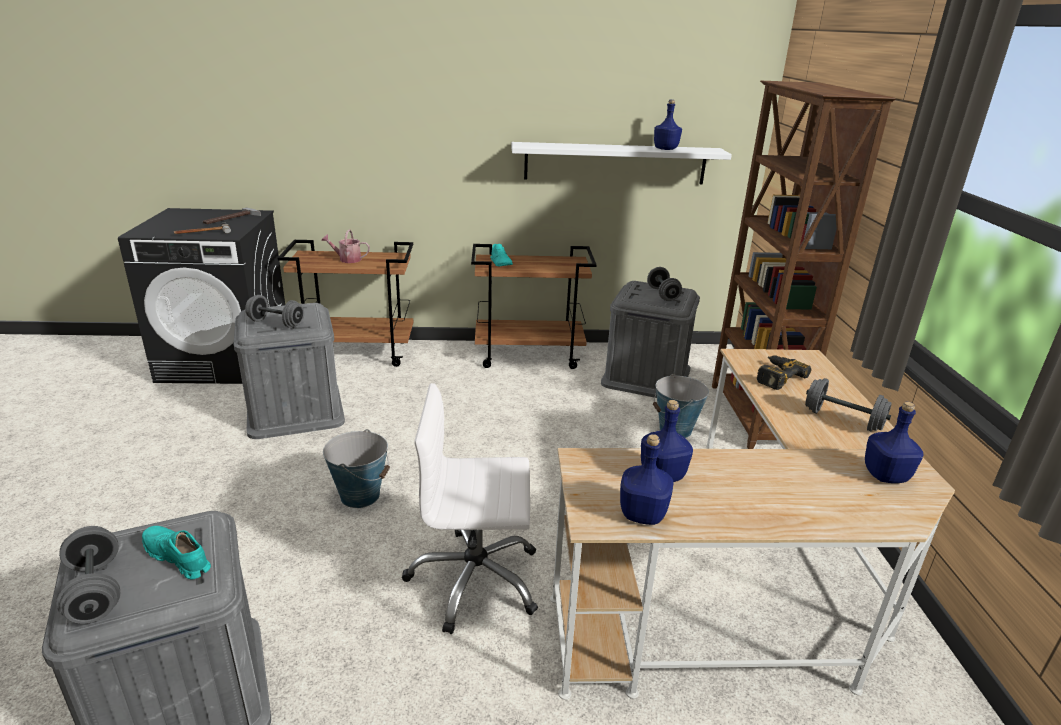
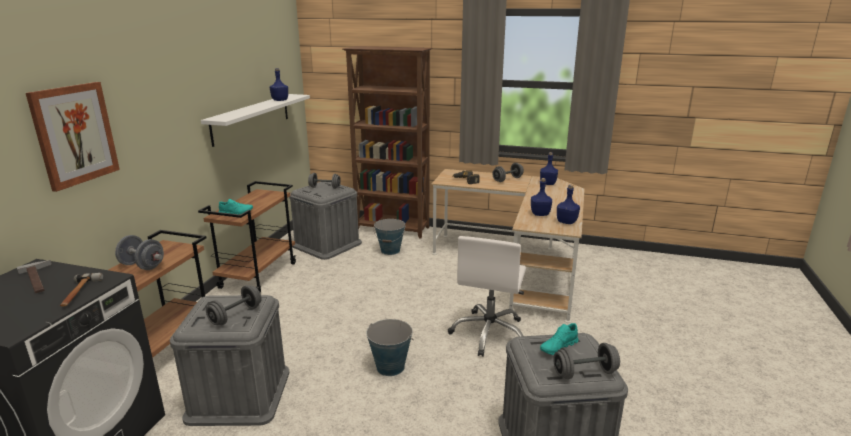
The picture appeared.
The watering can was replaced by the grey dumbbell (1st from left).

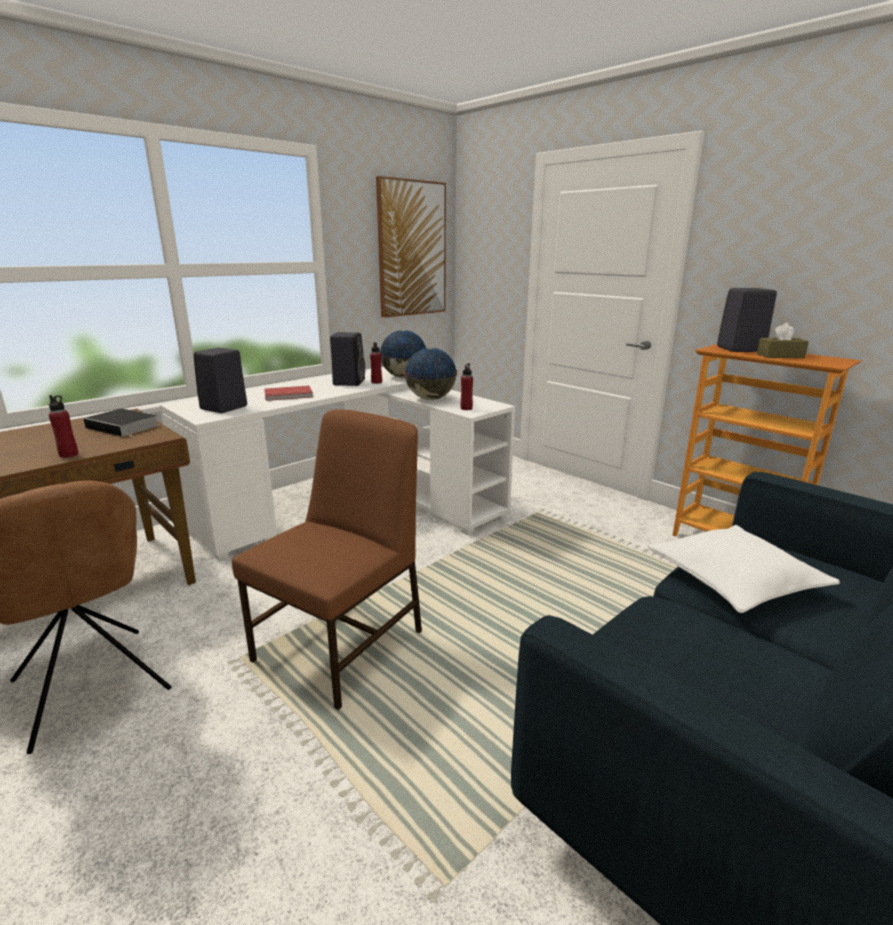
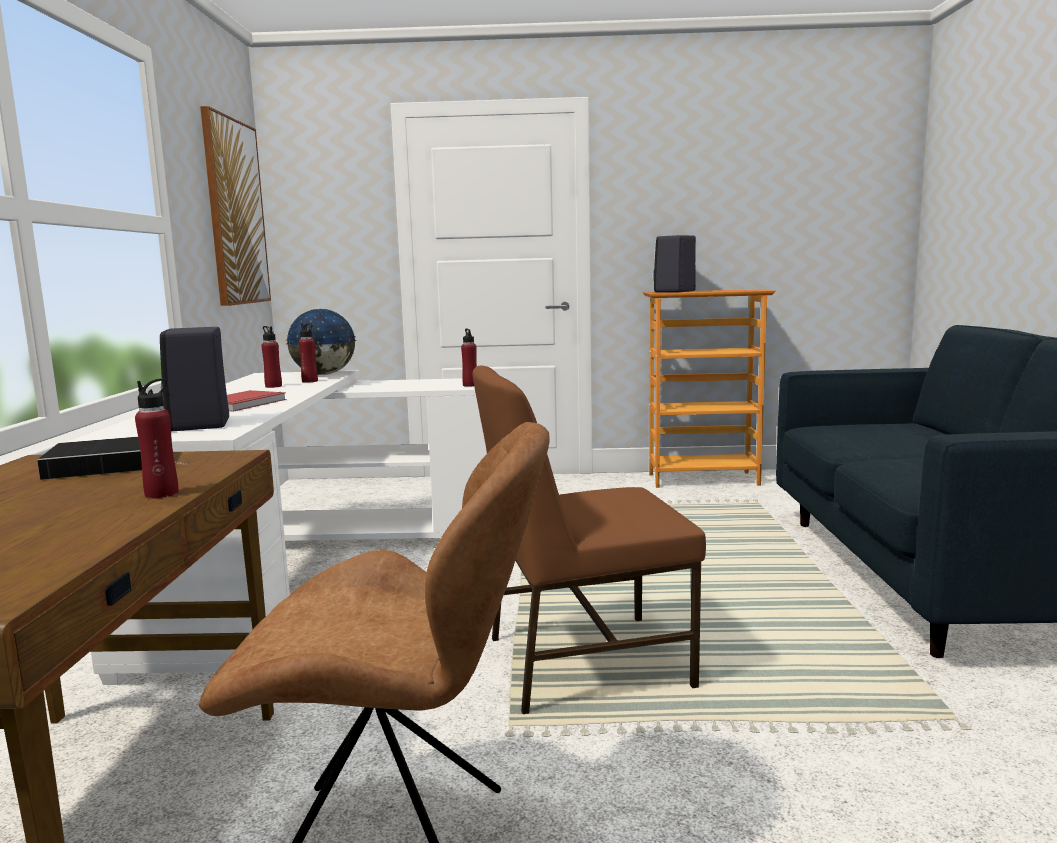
The black speaker (2nd from left) was replaced by the red bottle (2nd from left).
The brown chair (2nd from left) turned 90 degrees counterclockwise.
The globe (2nd from left) disappeared.
The white pillow disappeared.
The brown tissue box disappeared.

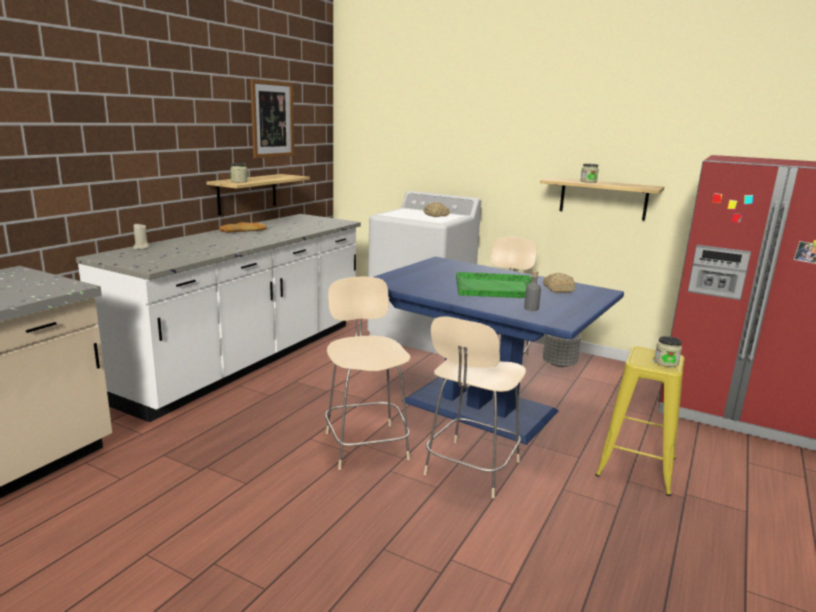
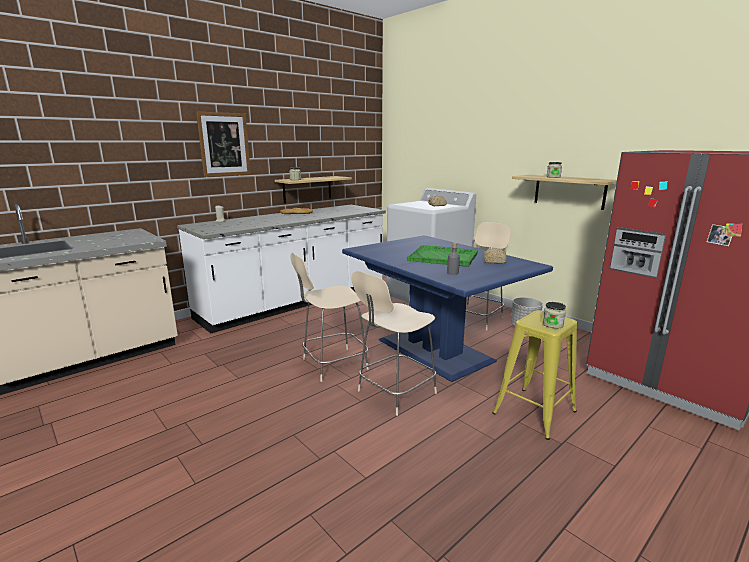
The picture moved.
The beige chair (1st from left) turned 120 degrees counterclockwise.

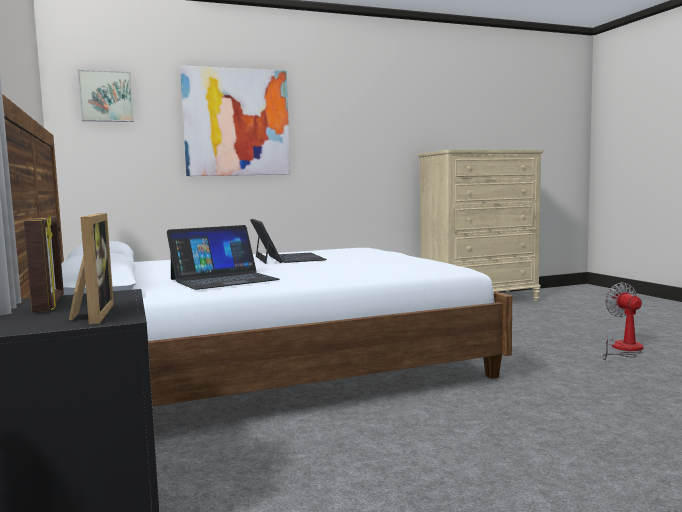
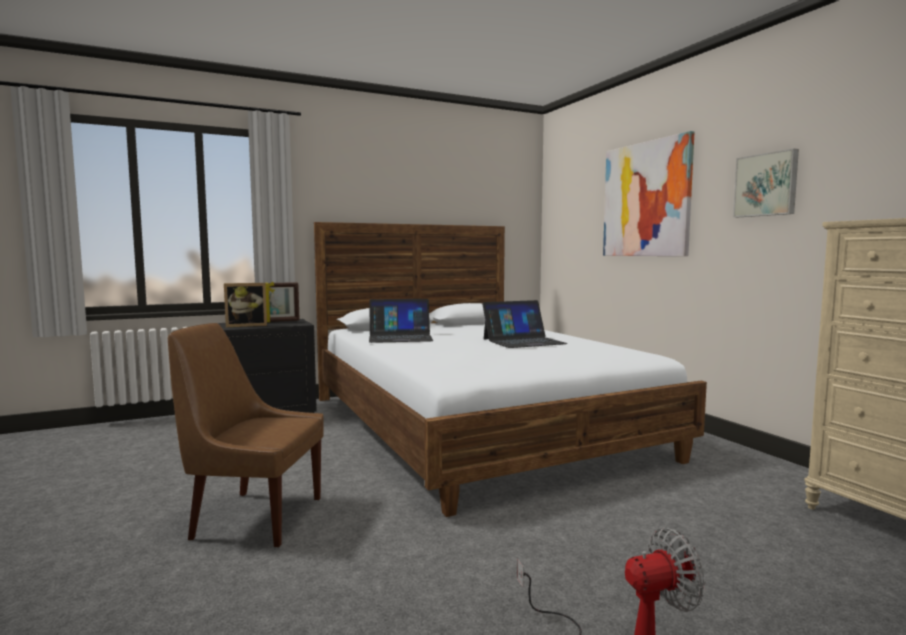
The brown chair appeared.
The laptop (1st from left) turned 60 degrees counterclockwise.
The picture (1st from left in the first image) moved.

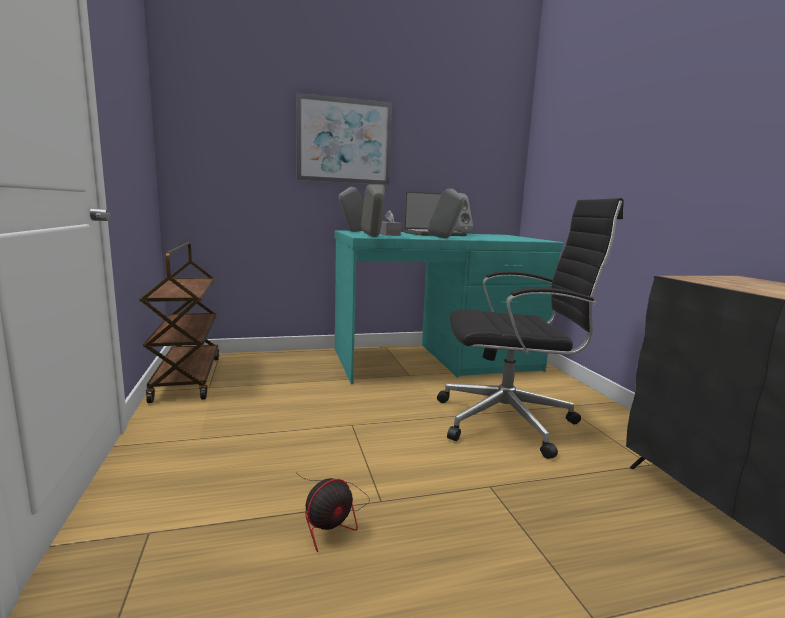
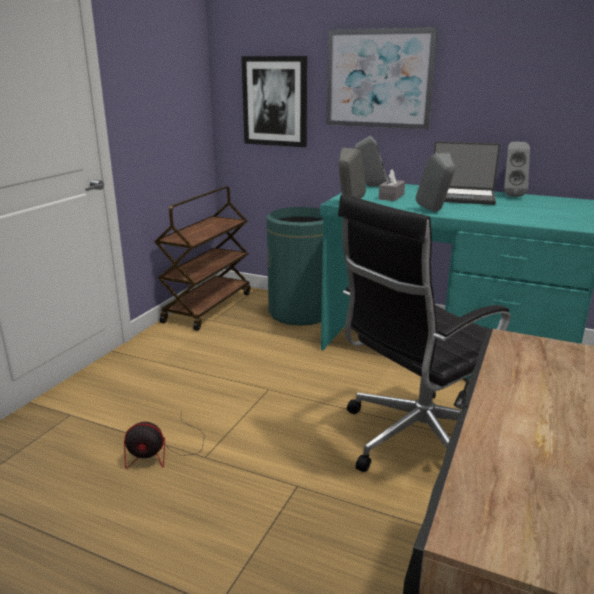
The picture (1st from left) appeared.
The green trash can appeared.
The black office chair turned 105 degrees clockwise.

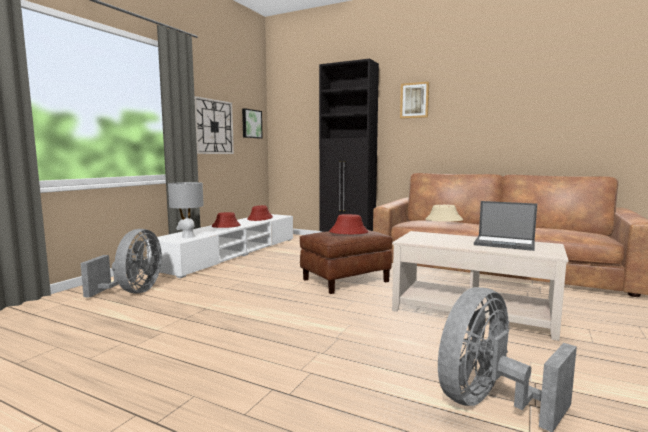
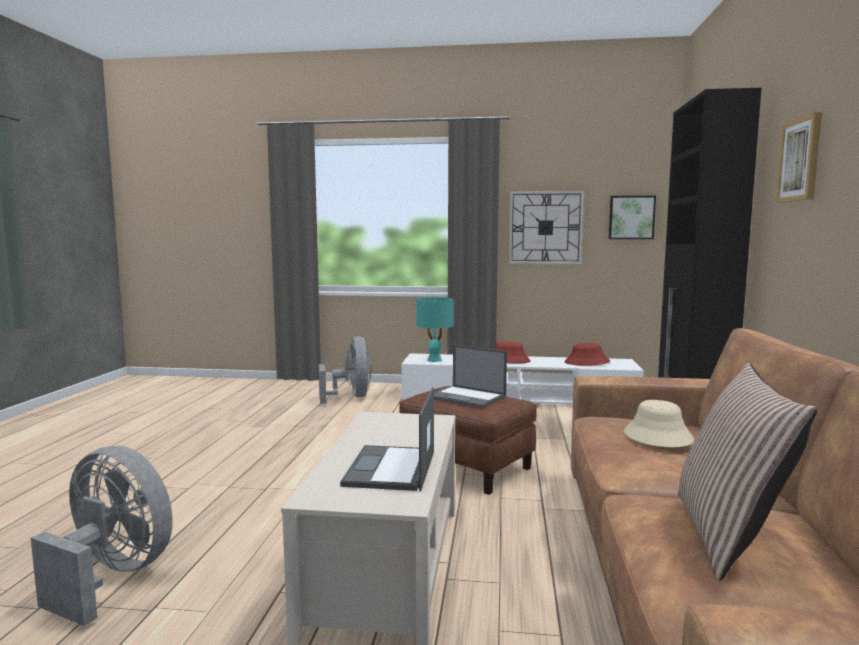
The grey fan (1st from left in the first image) turned 90 degrees counterclockwise.
The grey table lamp became the turquoise table lamp.
The red hat (3rd from left) was replaced by the laptop (2nd from left).
The pillow appeared.

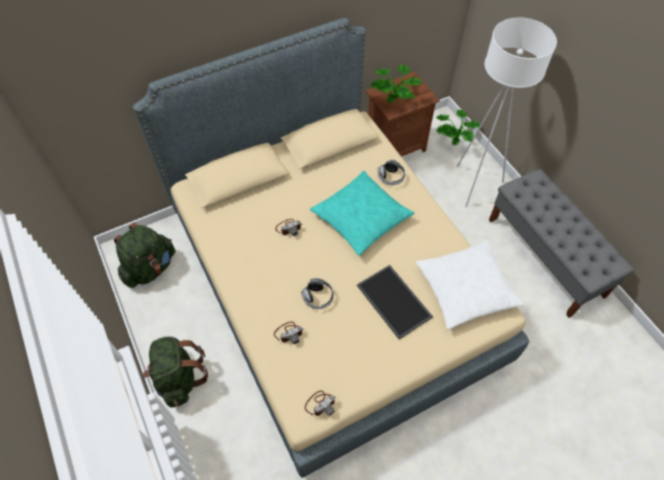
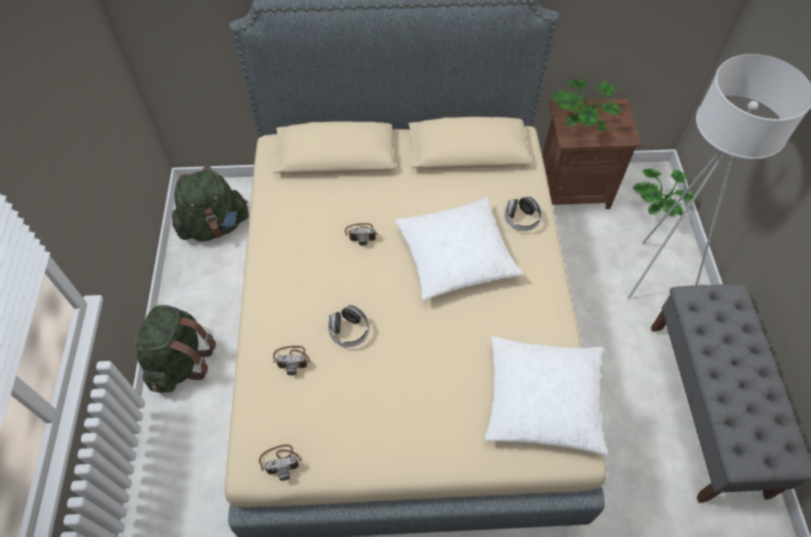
The turquoise pillow became the white pillow (1st from left).
The tray disappeared.

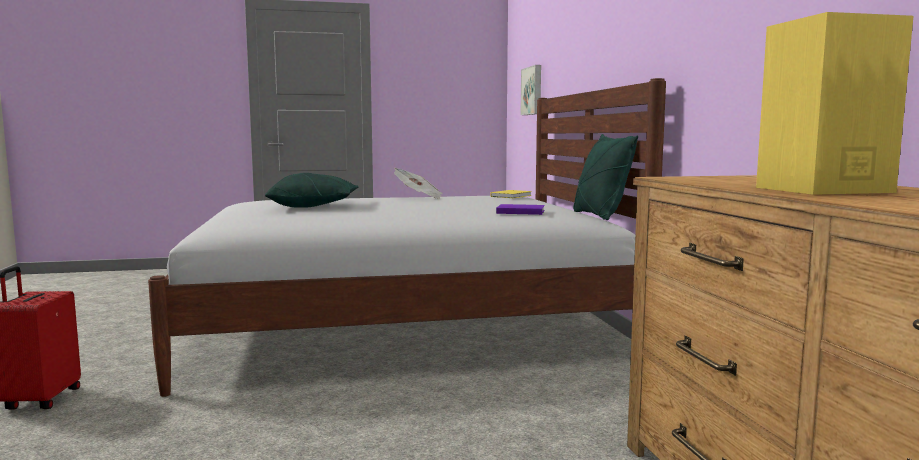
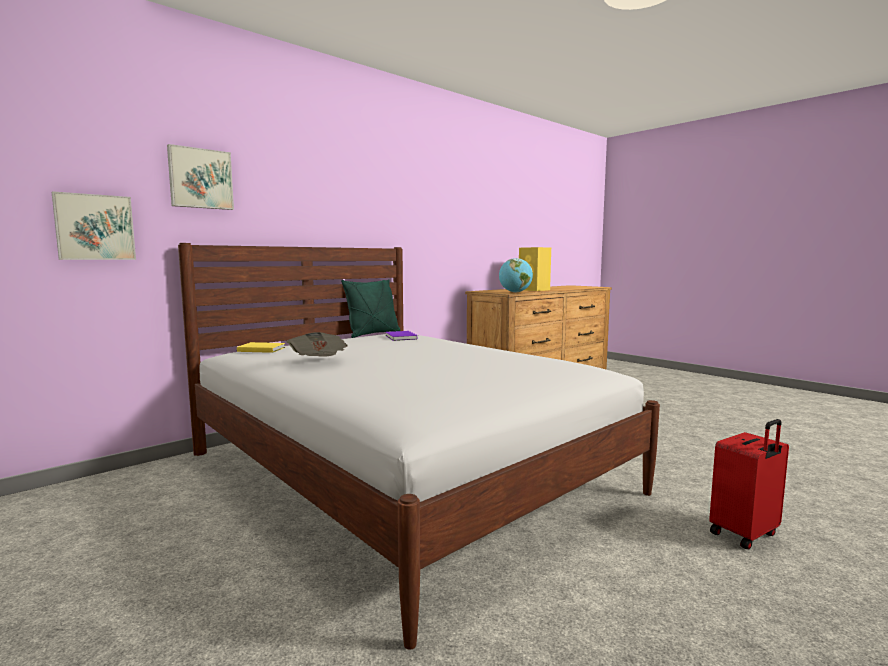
The picture (2nd from left) appeared.
The globe appeared.
The green pillow (1st from left) disappeared.

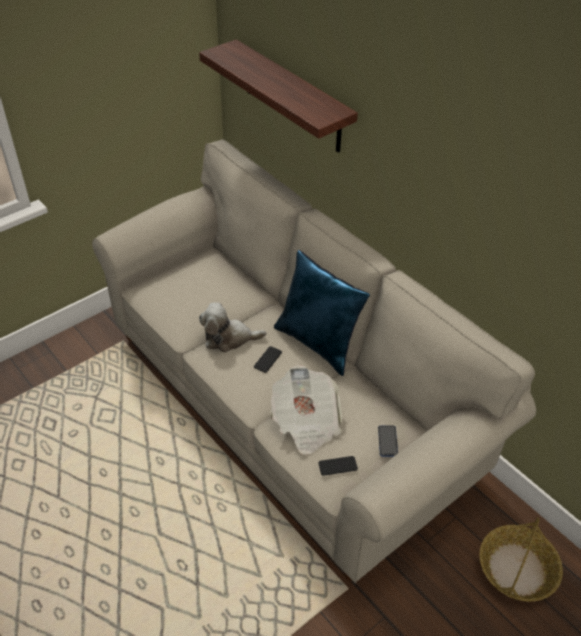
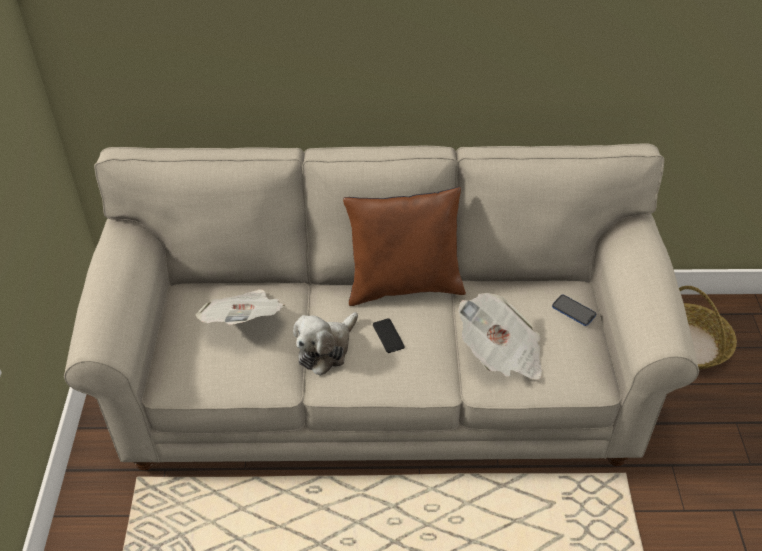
The newspaper (1st from left) appeared.
The blue pillow became the brown pillow.
The shelf disappeared.
The phone (2nd from left) disappeared.

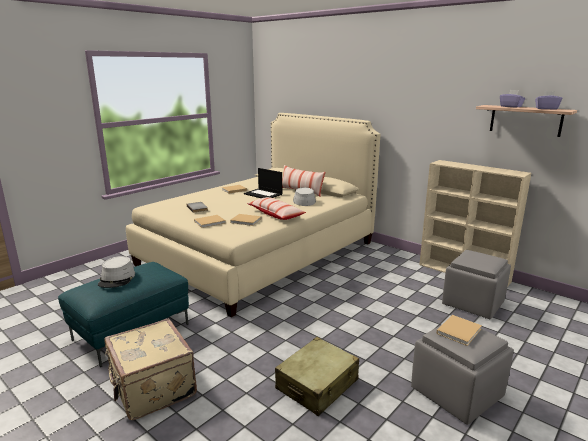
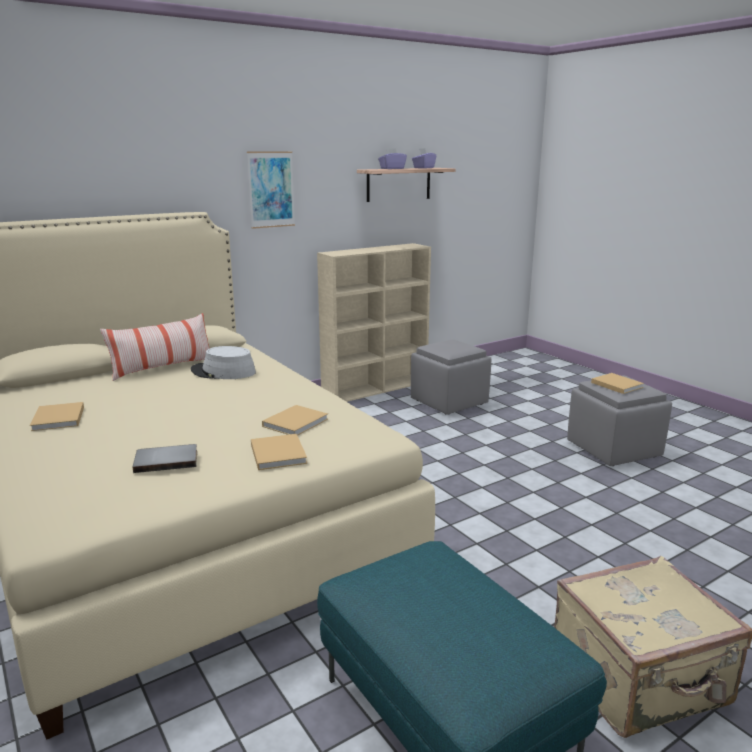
The picture appeared.
The grey hat (1st from left) disappeared.
The laptop disappeared.
The pillow (1st from left) disappeared.
The beige suitcase (2nd from left) disappeared.

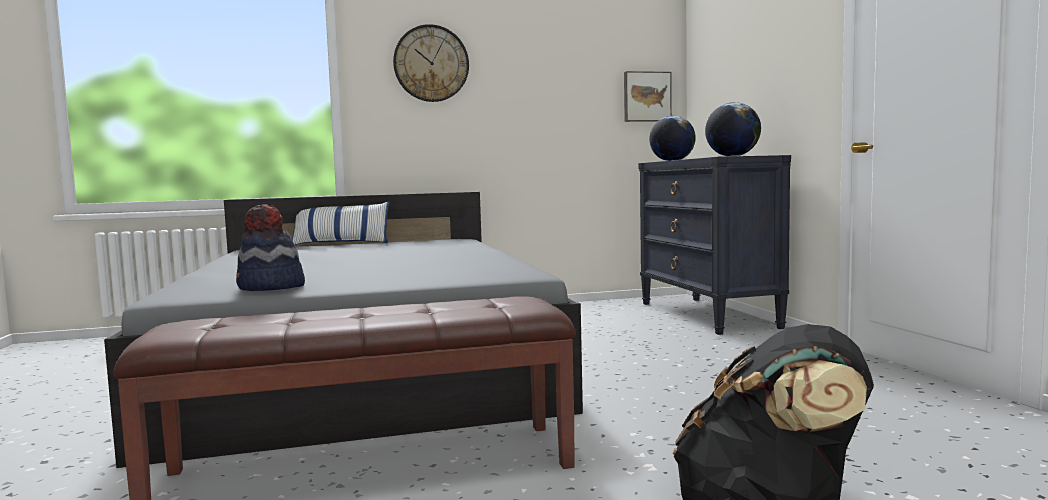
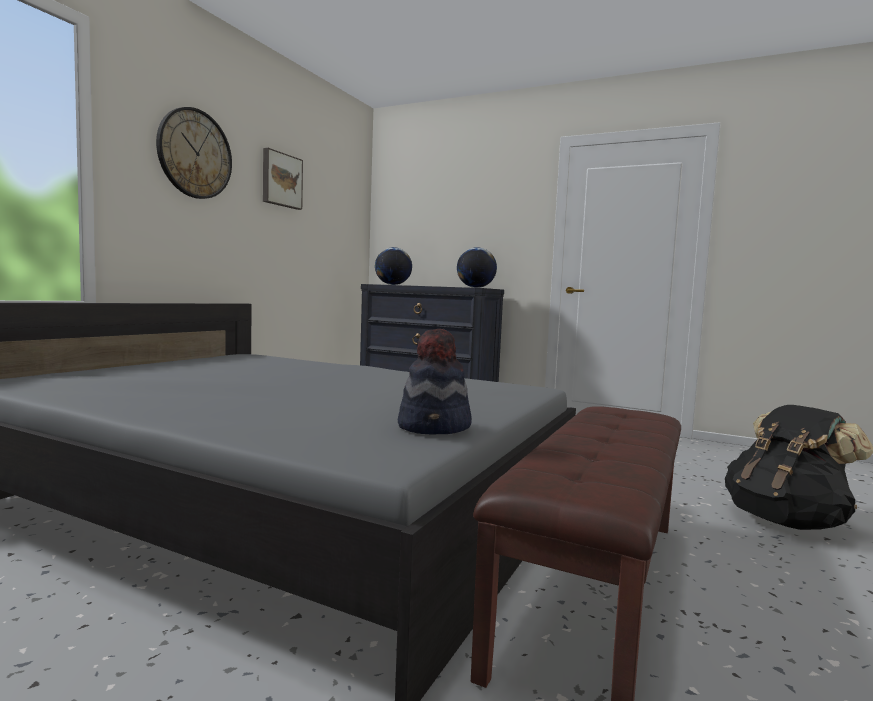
The picture moved.
The pillow disappeared.

